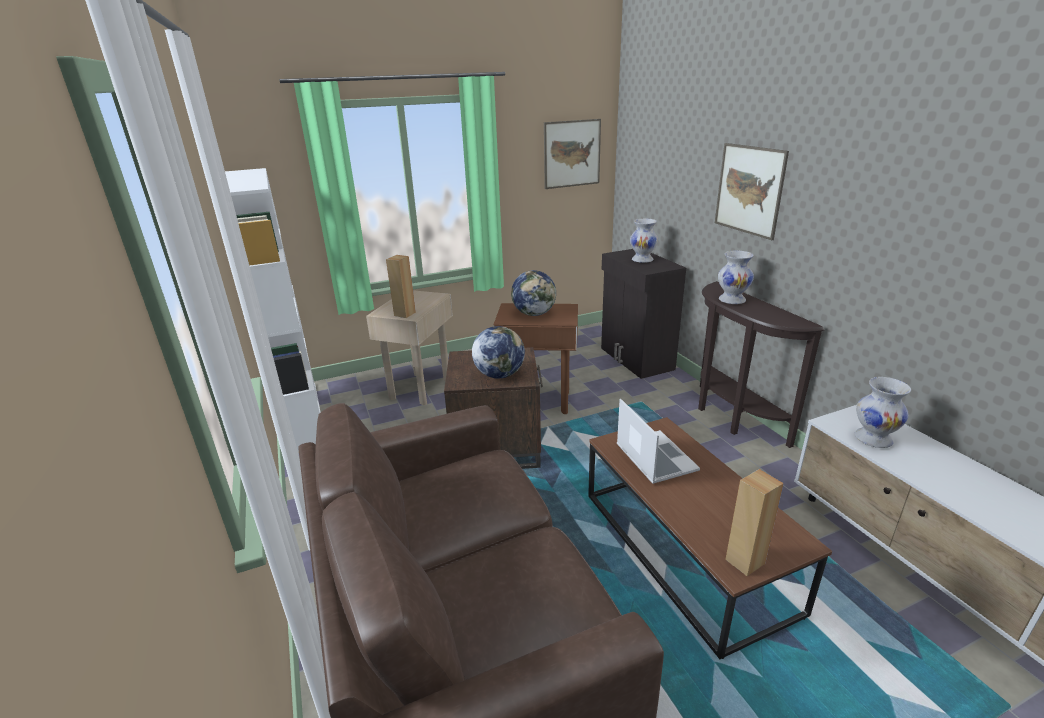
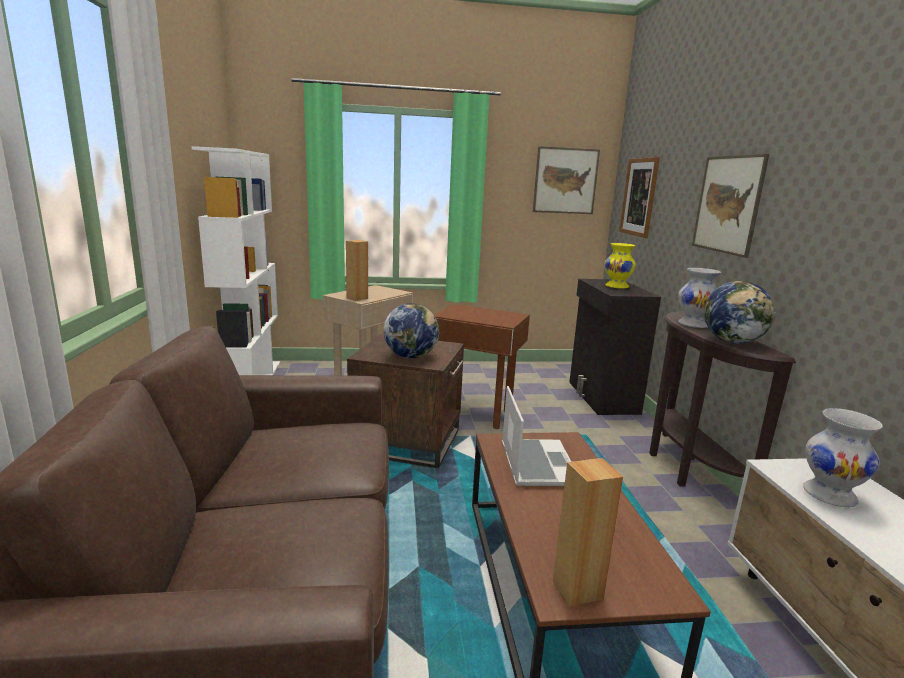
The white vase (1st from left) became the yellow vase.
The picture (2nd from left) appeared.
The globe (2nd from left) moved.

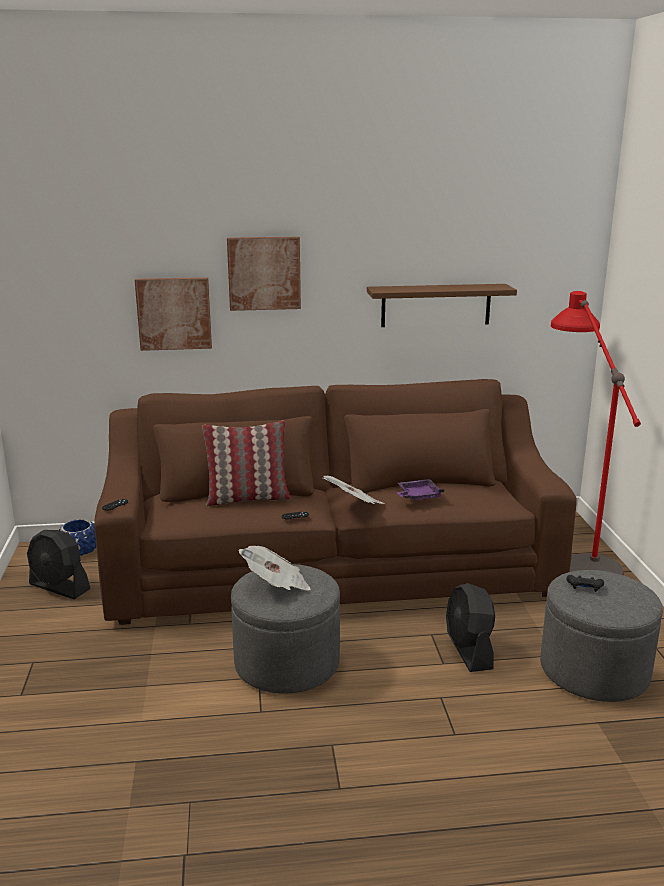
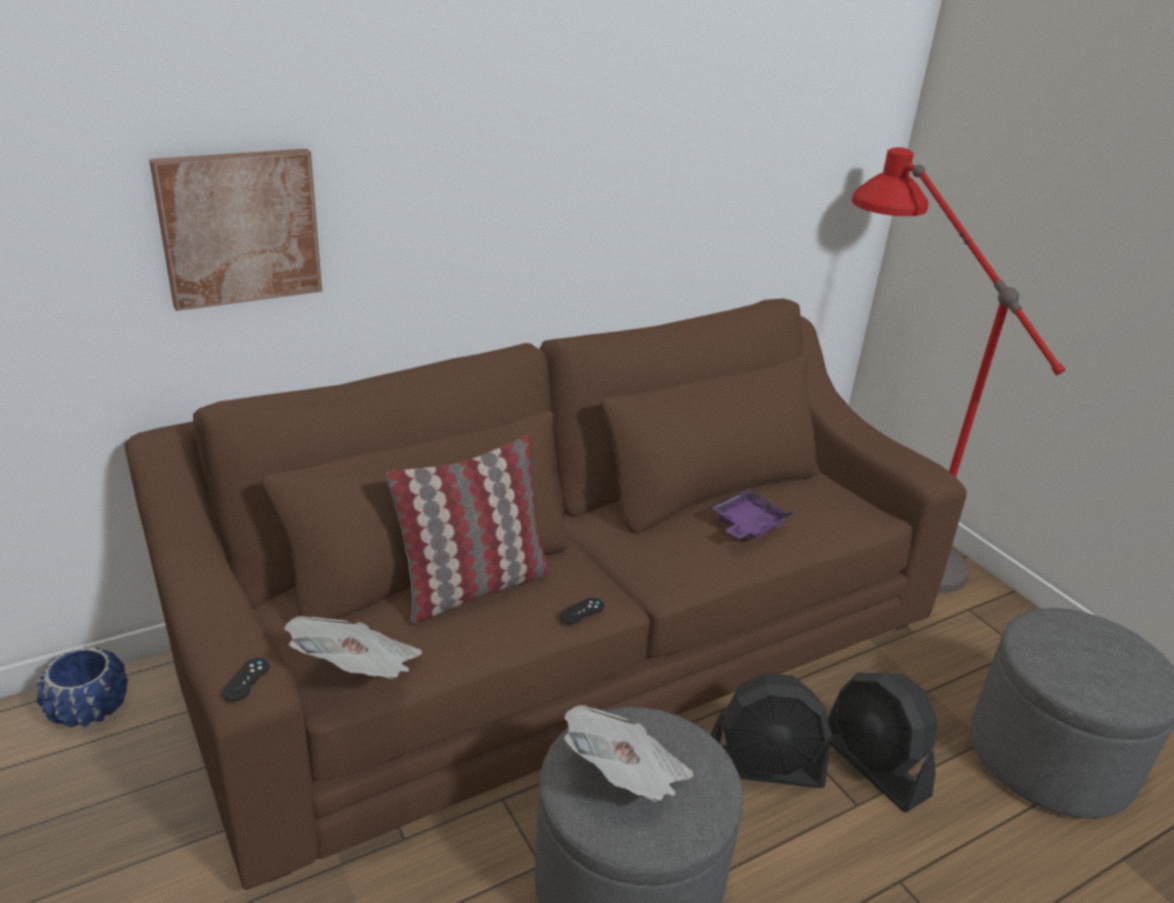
The newspaper (2nd from left in the first image) moved.
The black fan (1st from left) moved.
The picture (2nd from left) disappeared.
The brown shelf disappeared.
The black game controller (3rd from left) disappeared.

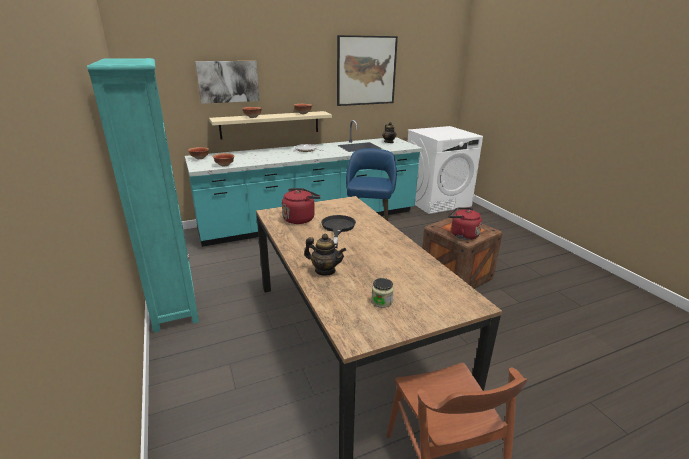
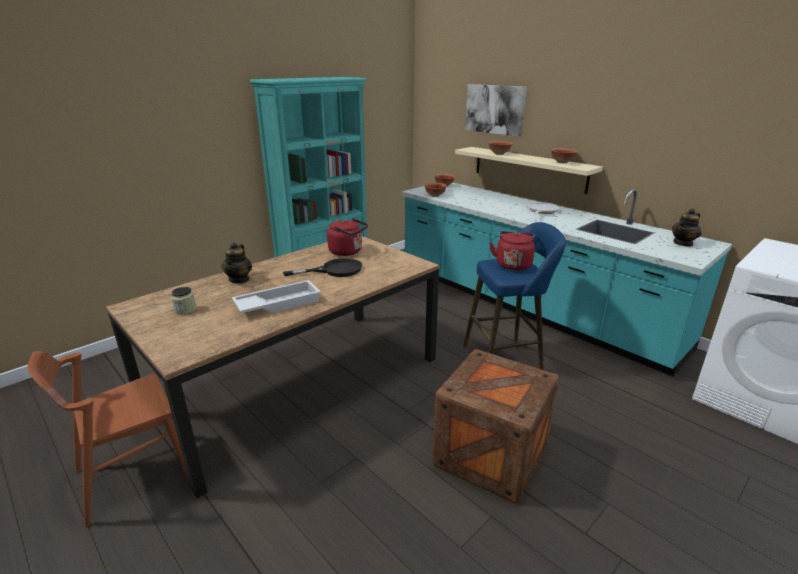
The white tray appeared.
The red kettle (2nd from left) moved.
The picture (2nd from left) disappeared.

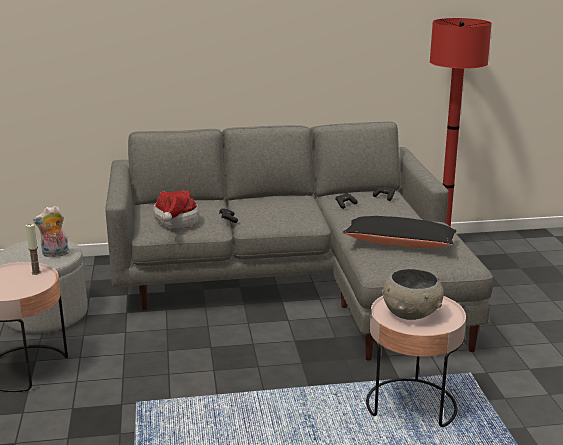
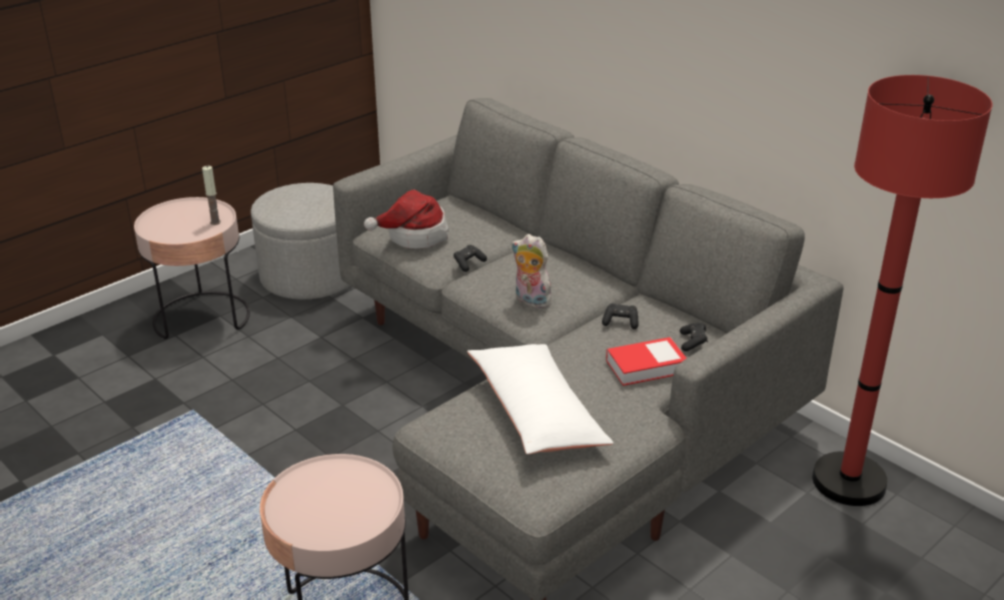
The black pillow became the white pillow.
The plush toy moved.
The book appeared.
The grey bowl disappeared.

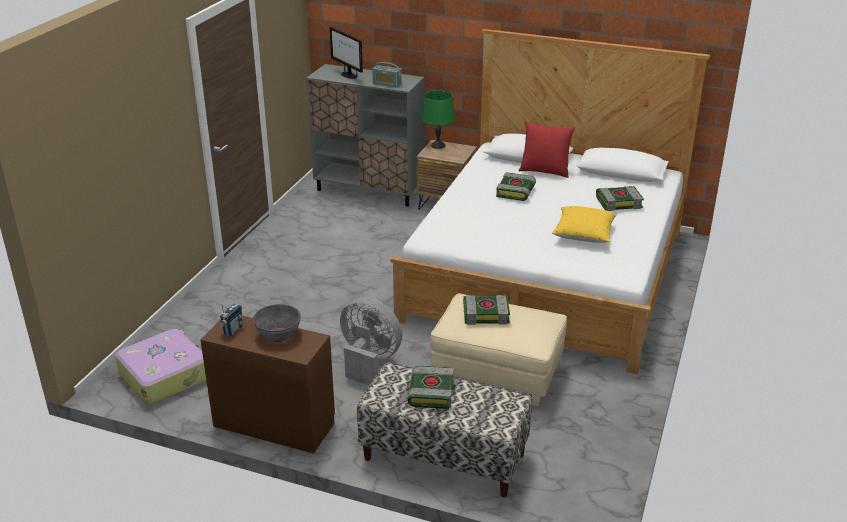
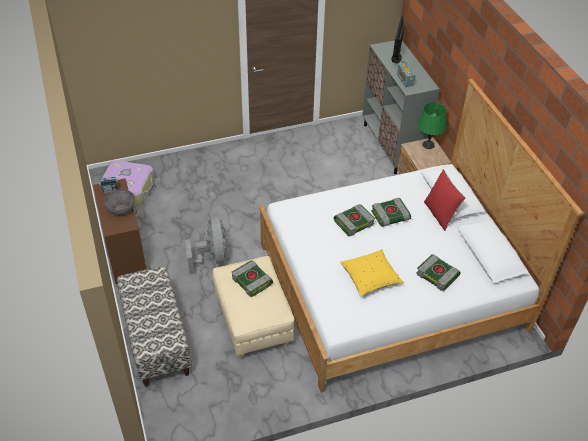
The book (1st from left in the first image) moved.

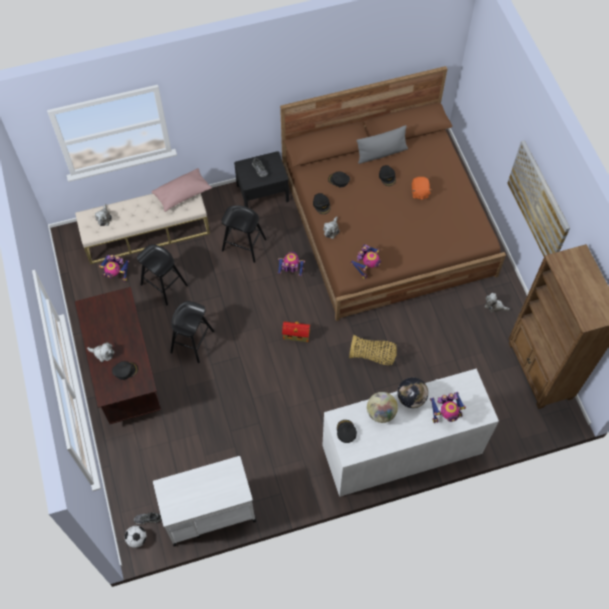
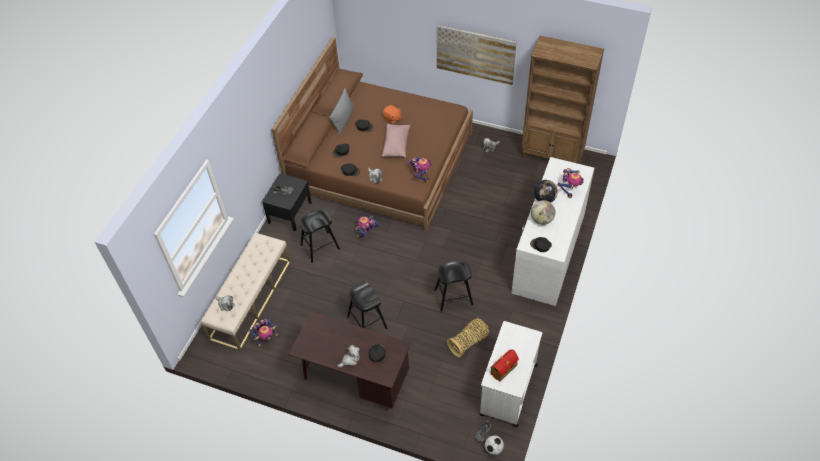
The pink pillow moved.
The black stool (1st from left in the first image) moved.
The basket moved.
The toy house moved.

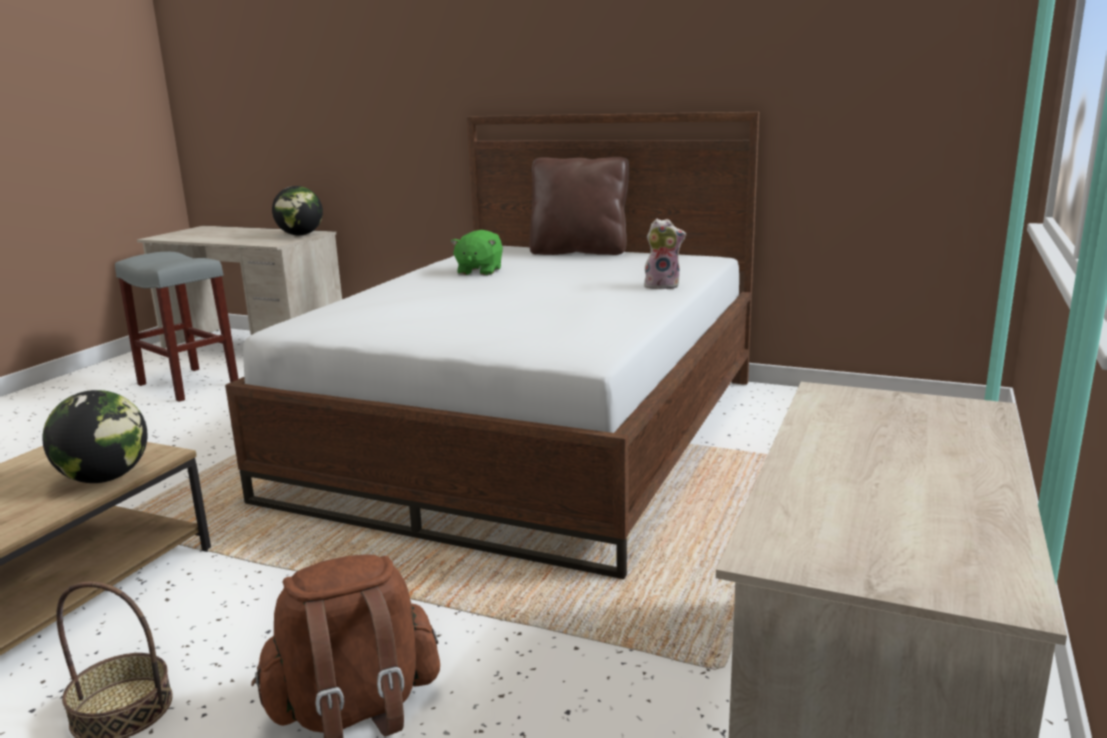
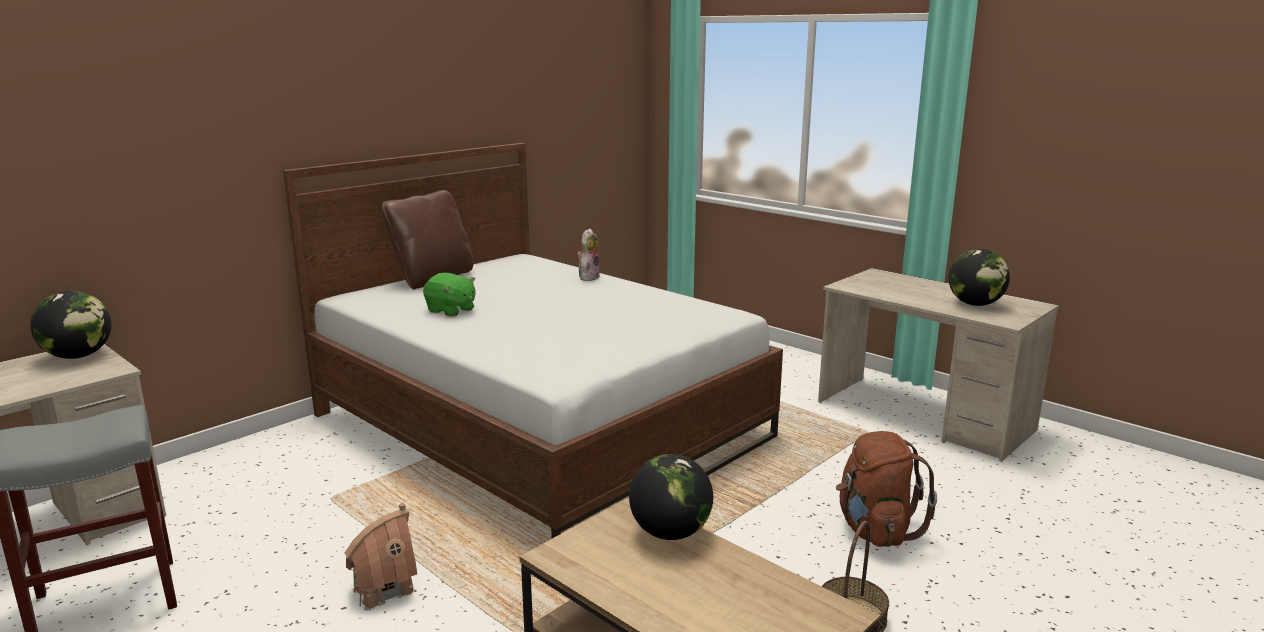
The toy house appeared.
The globe (3rd from left) appeared.

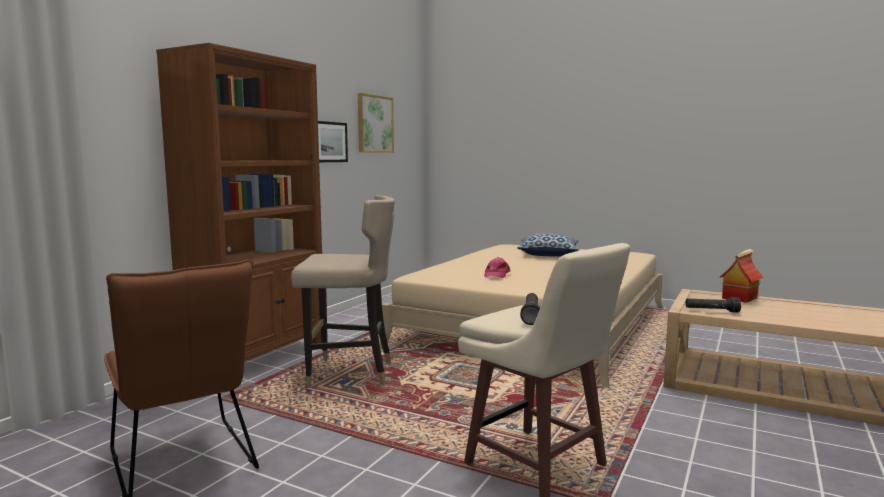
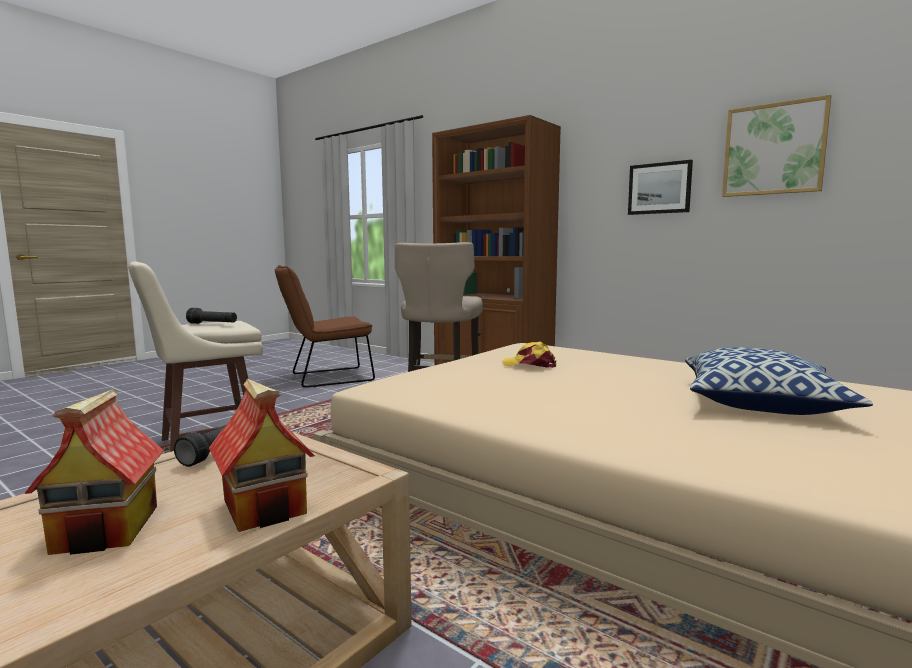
The toy house (1st from left) appeared.
The pink cap became the yellow cap.

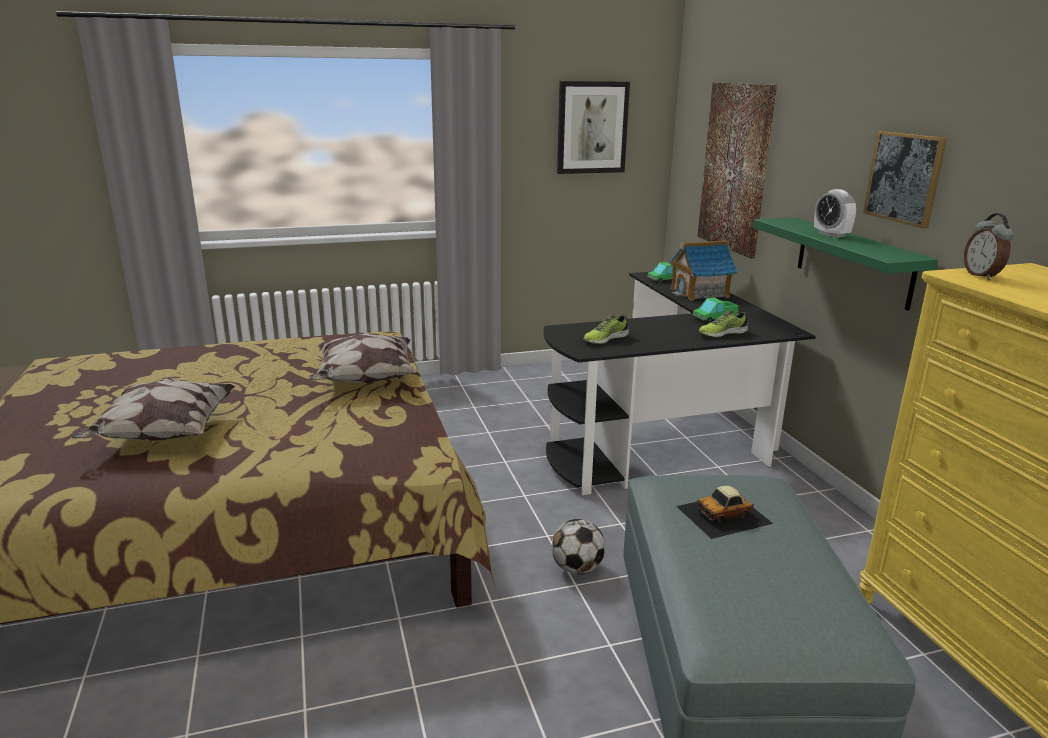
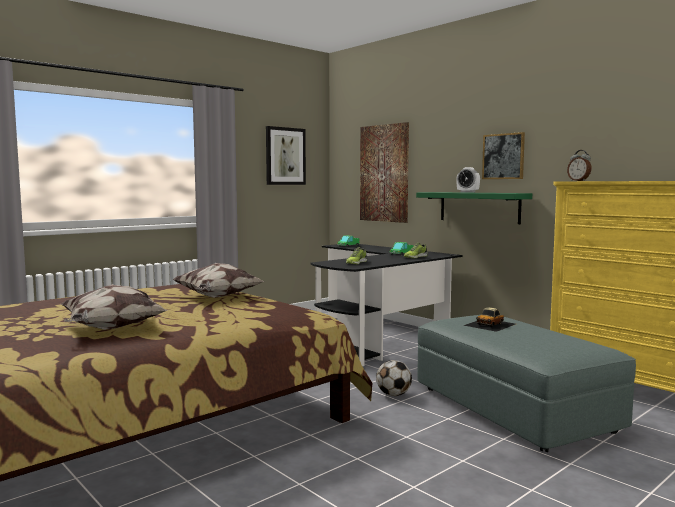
The toy house disappeared.

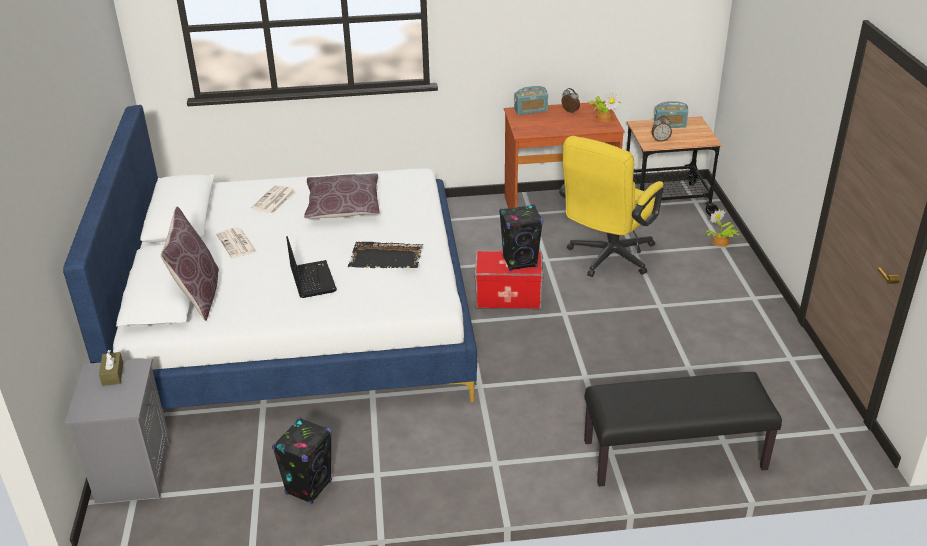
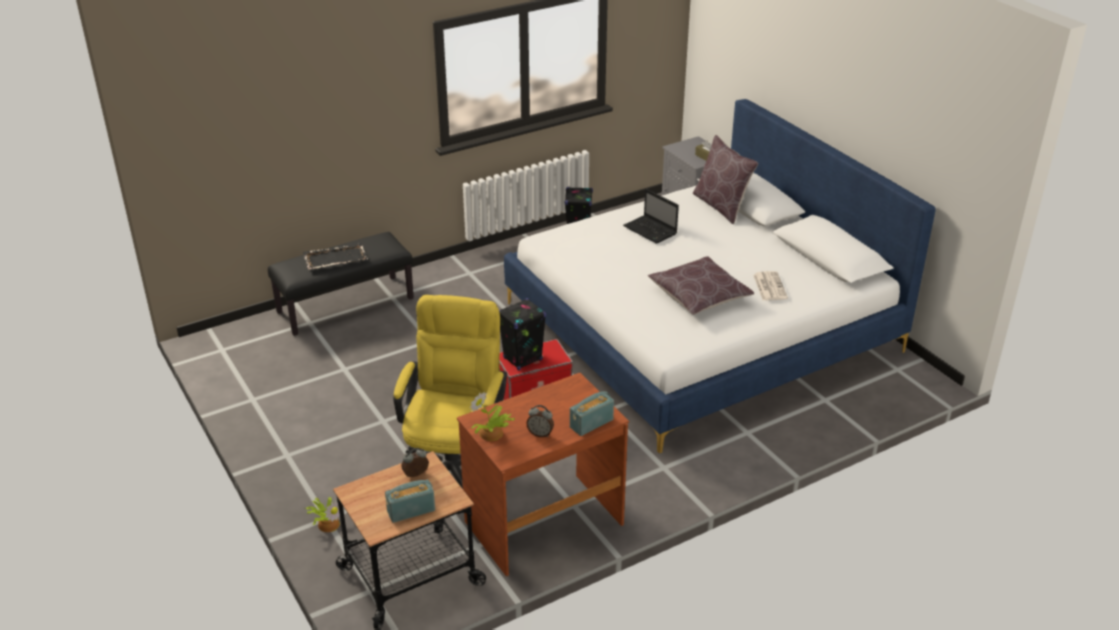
The black tray moved.
The newspaper (1st from left) disappeared.

